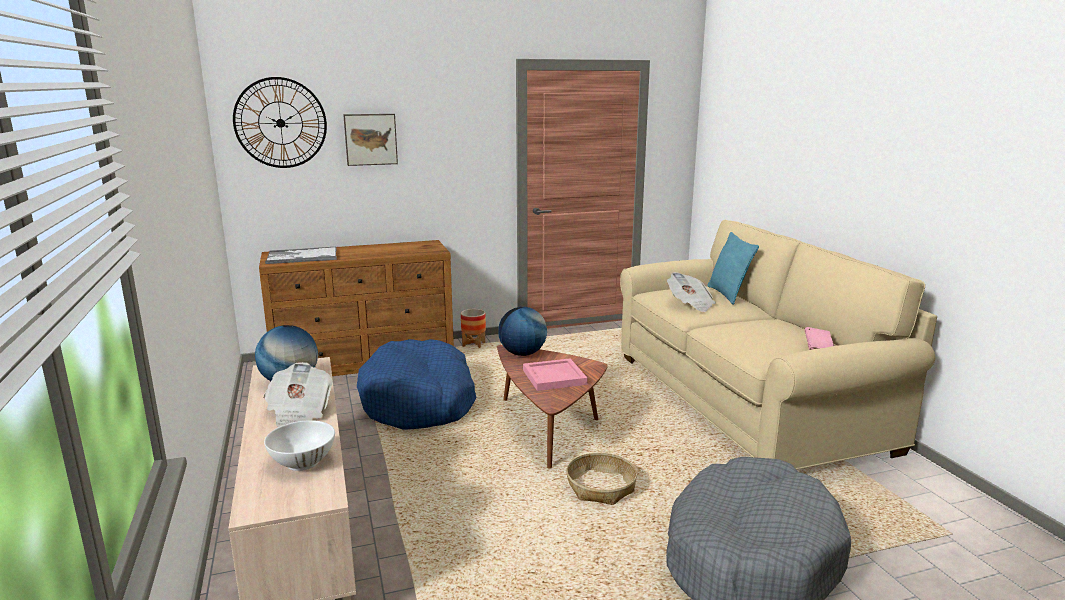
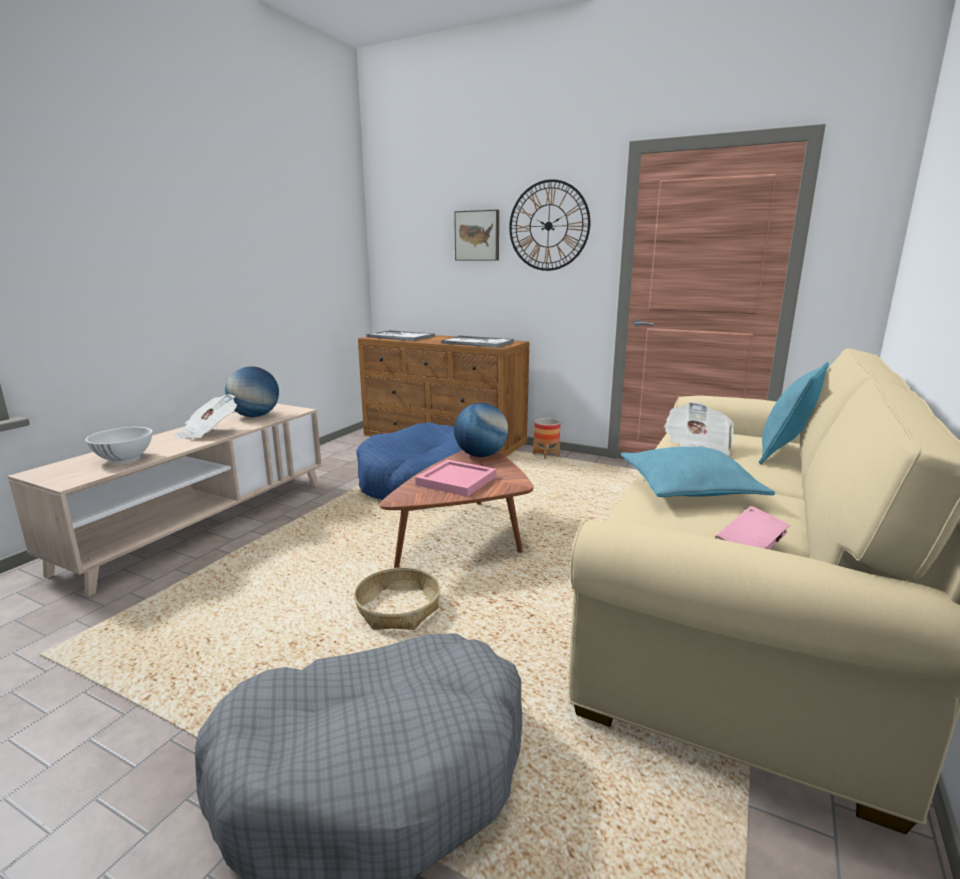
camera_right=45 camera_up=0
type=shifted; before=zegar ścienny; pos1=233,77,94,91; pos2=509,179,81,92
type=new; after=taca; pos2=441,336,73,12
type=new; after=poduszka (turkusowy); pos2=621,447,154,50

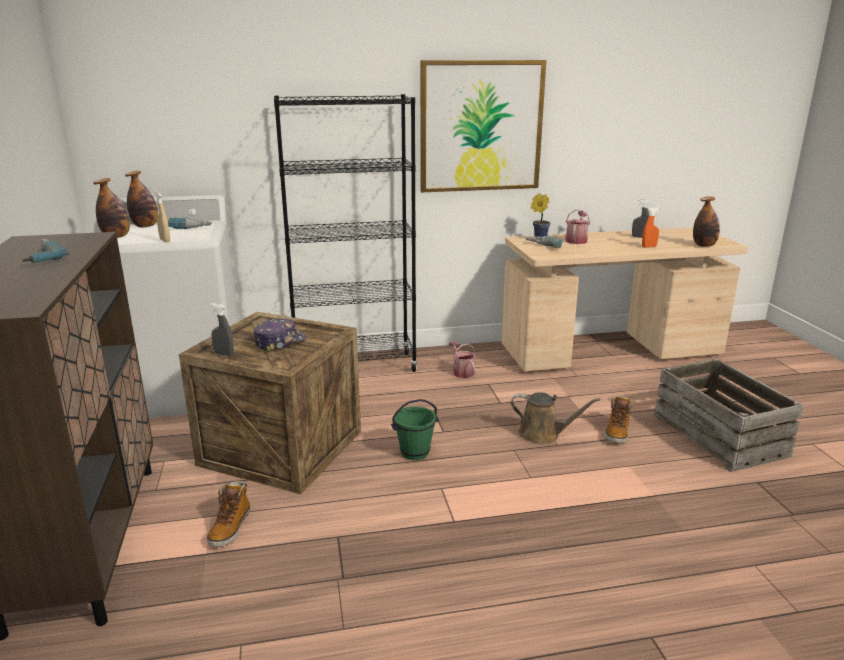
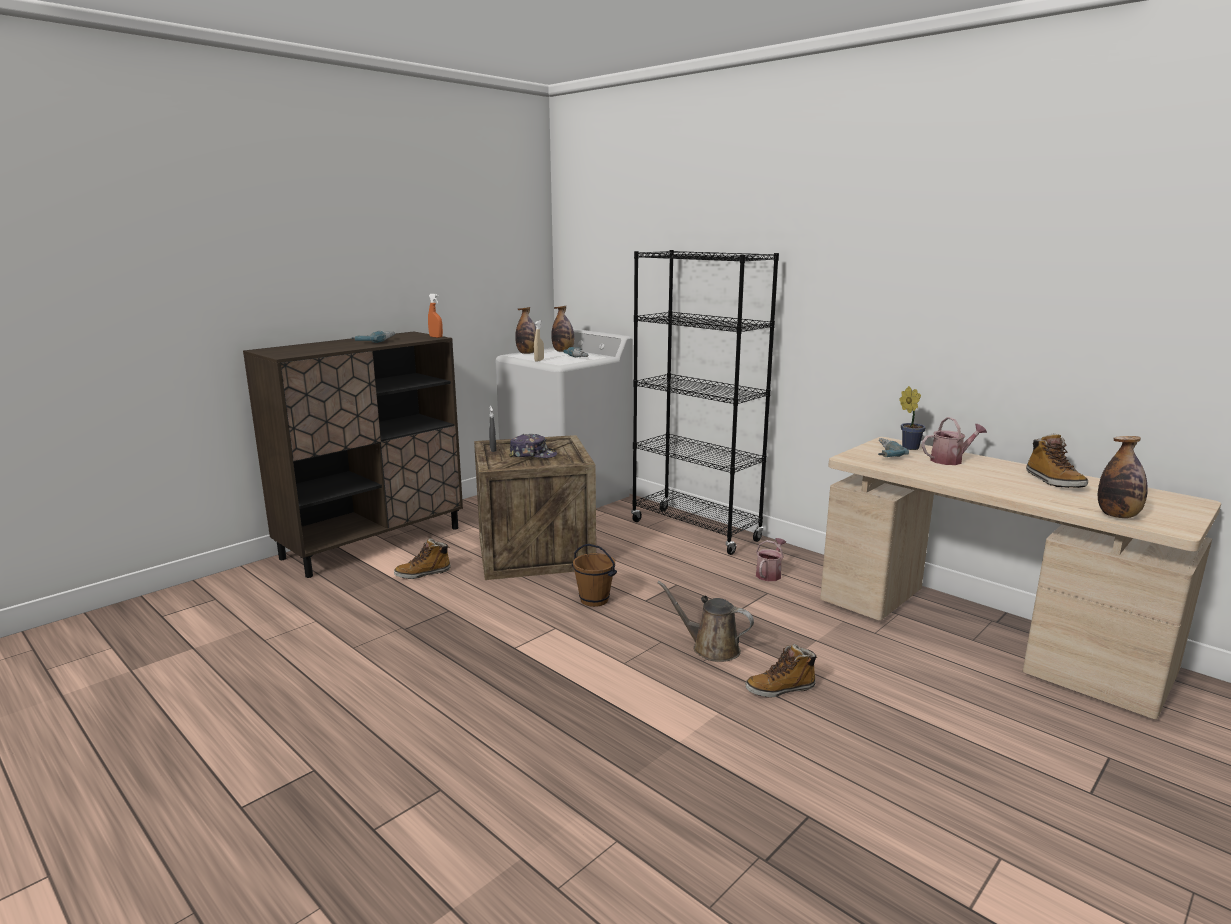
camera_right=55 camera_up=-5
type=gone; before=obraz; pos1=420,60,127,132
type=swapped; before=spryskiwacz (szary); after=but z cholewką; pos1=632,199,18,39; pos2=1026,433,62,55
type=shifted; before=spryskiwacz (pomarańczowy); pos1=642,207,18,41; pos2=428,294,15,44
type=gone; before=skrzynka; pos1=654,359,150,113
type=rotated; before=konewka (brązowy); pos1=511,392,90,53; pos2=657,581,97,81; turn=135
type=repainted; before=wiadro (zielony); after=wiadro (brązowy); pos1=391,399,48,61; pos2=572,544,45,63

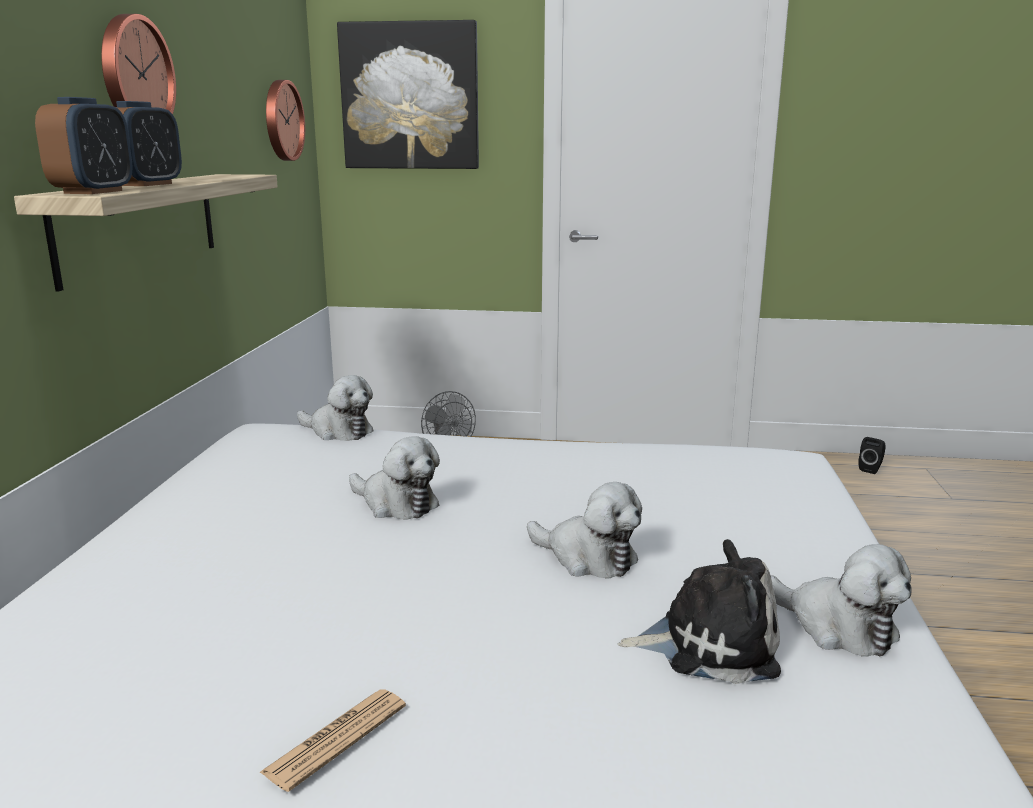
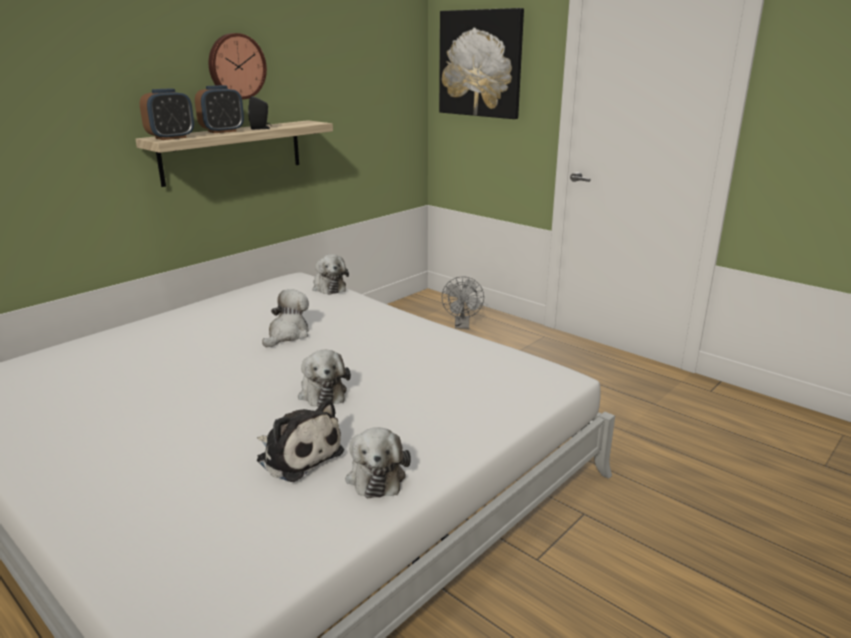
camera_right=35 camera_up=5
type=gone; before=zegar ścienny; pos1=266,80,39,81
type=rotated; before=pluszak; pos1=349,436,91,84; pos2=262,289,47,59; turn=-135
type=shifted; before=głośnik (czarny); pos1=858,437,28,37; pos2=248,96,24,34
type=gone; before=gazeta; pos1=259,689,147,103

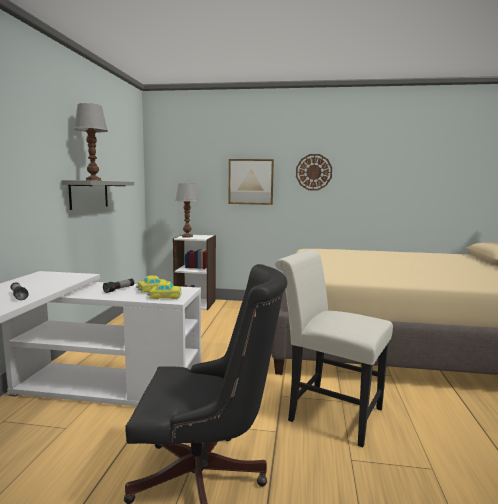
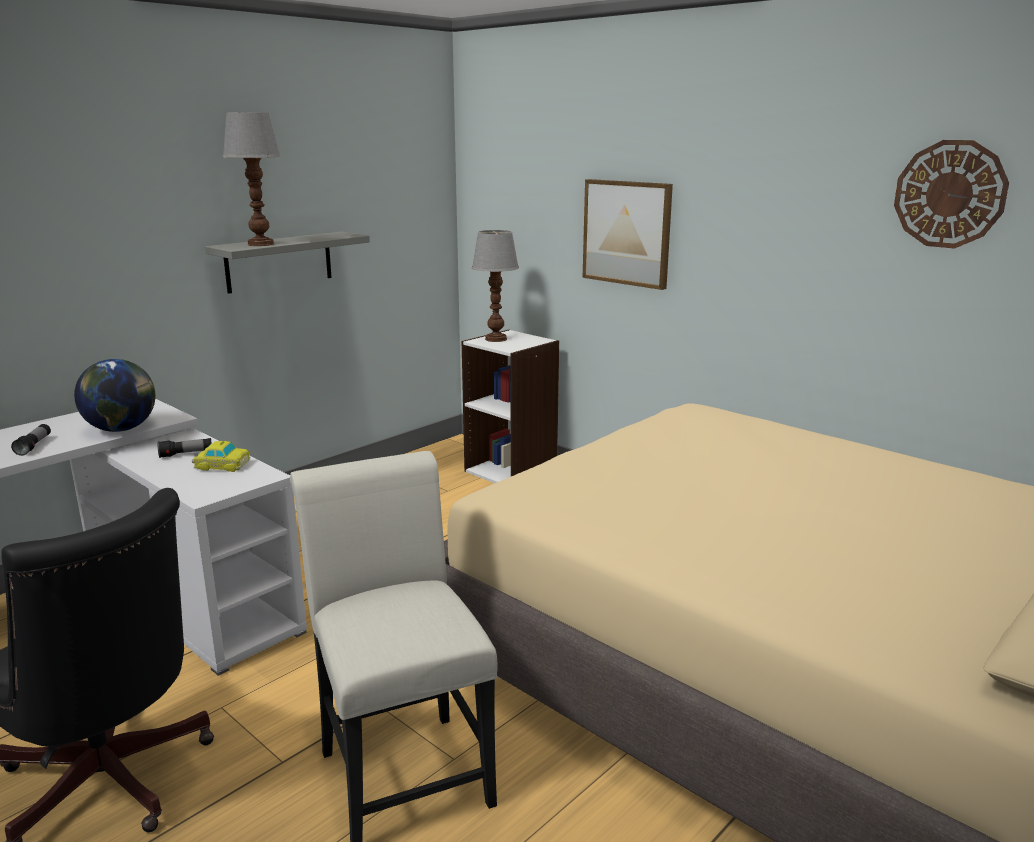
camera_right=35 camera_up=10
type=shifted; before=zegar ścienny; pos1=296,154,36,36; pos2=894,140,115,109
type=gone; before=samochodzik; pos1=147,281,35,18
type=new; after=globus; pos2=74,359,81,73

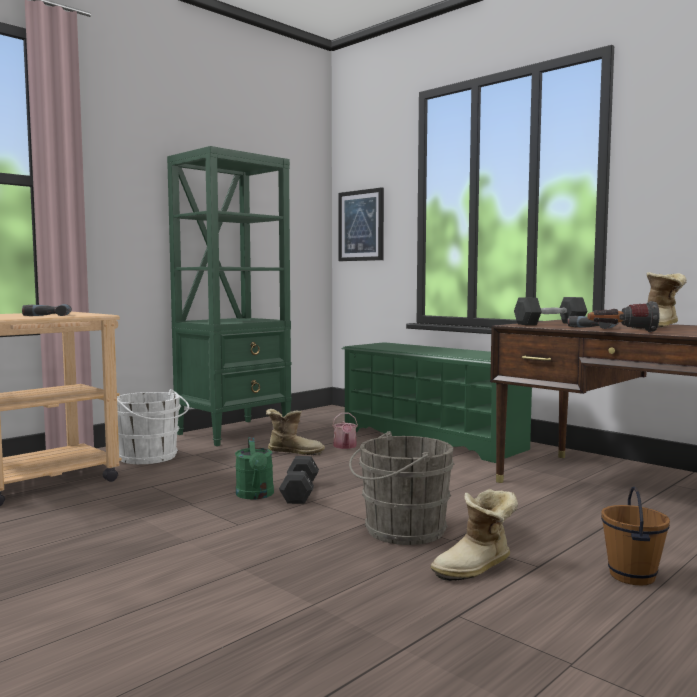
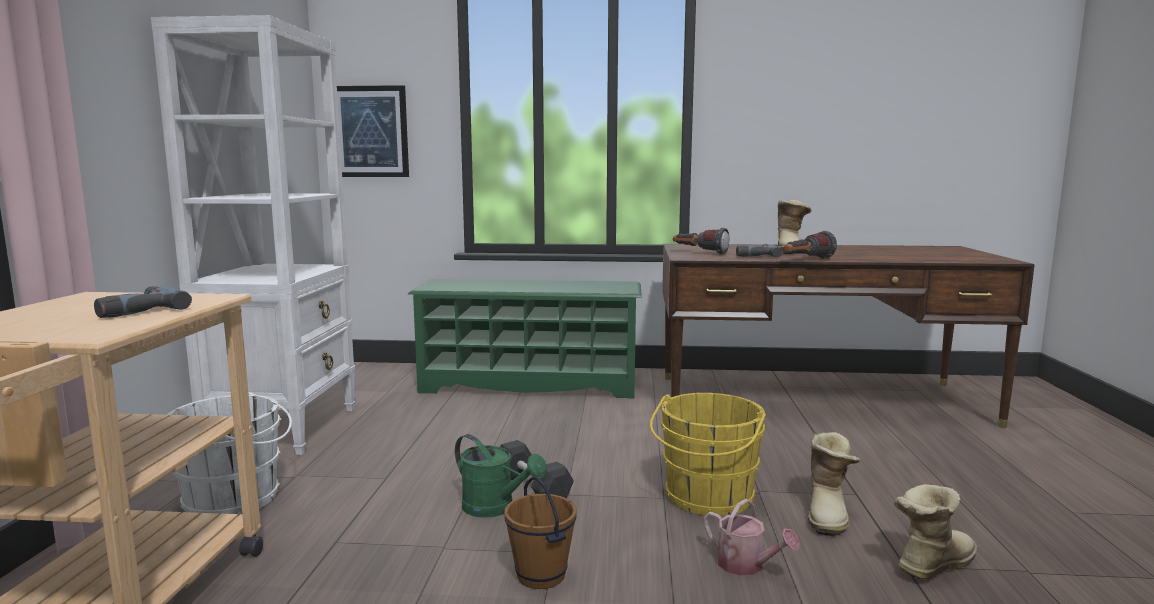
camera_right=-40 camera_up=5
type=repainted; before=regał (zielony); after=regał (biały); pos1=167,146,125,300; pos2=151,15,204,440
type=swapped; before=hantel (czarny); after=latarka; pos1=514,297,73,28; pos2=673,228,56,27
type=shifted; before=but z cholewką; pos1=266,409,59,46; pos2=894,484,83,95
type=shifted; before=konewka; pos1=332,413,26,36; pos2=703,499,97,77
type=repainted; before=wiadro (szary); after=wiadro (żółty); pos1=349,431,106,114; pos2=650,393,116,123
type=shifted; before=wiadro (brązowy); pos1=601,486,69,99; pos2=504,476,73,113

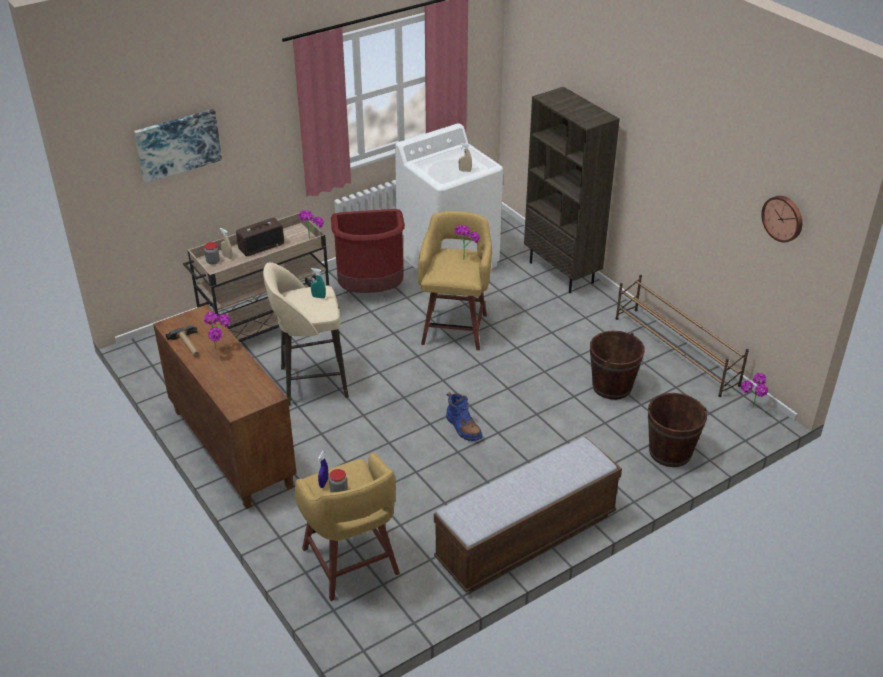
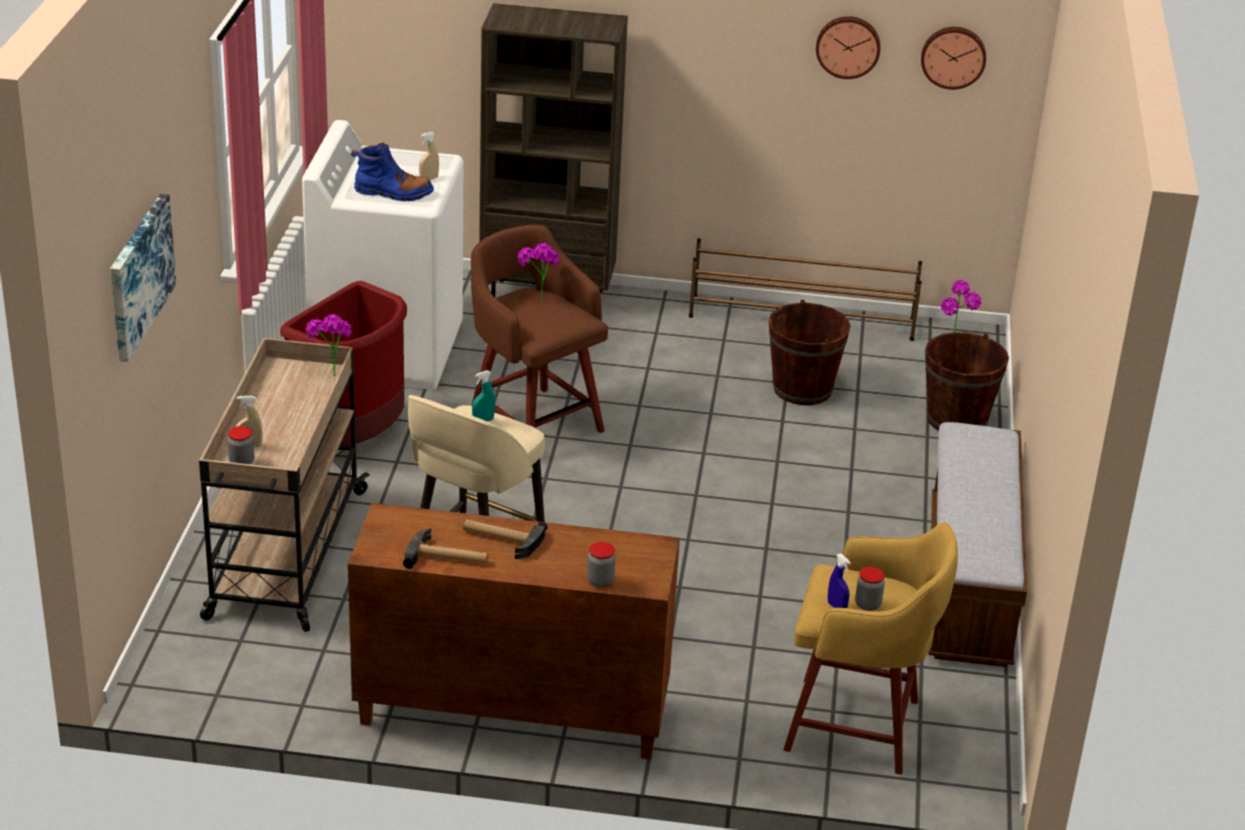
camera_right=-50 camera_up=-5
type=repainted; before=stołek (żółty); after=stołek (brązowy); pos1=418,211,74,139; pos2=471,225,137,208
type=gone; before=radio; pos1=236,218,48,39
type=swapped; before=roślina doniczkowa; after=młotek; pos1=204,312,27,38; pos2=463,520,84,39
type=shifted; before=but z cholewką (niebieski); pos1=446,392,37,49; pos2=351,142,83,59
type=new; after=zegar ścienny; pos2=816,16,65,63
type=new; after=słoik; pos2=587,542,29,45

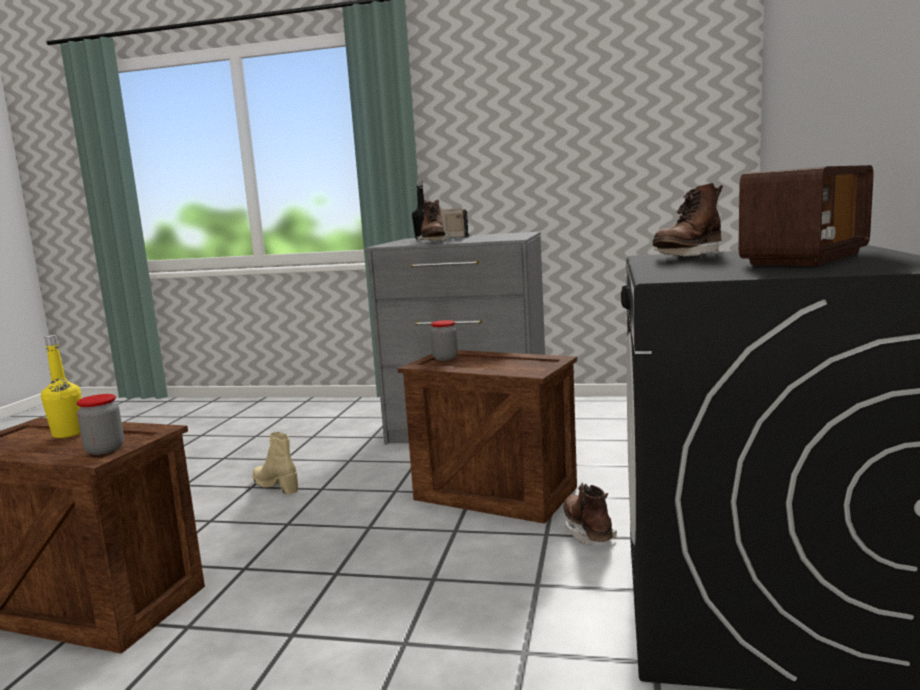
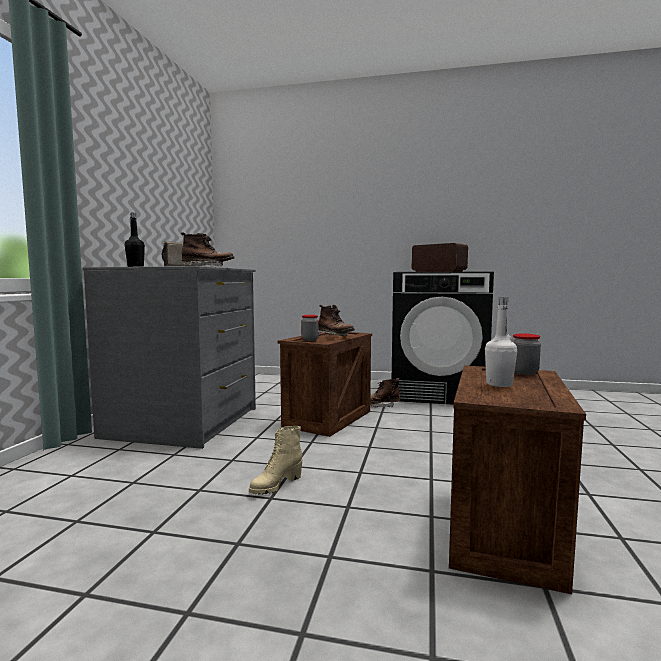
camera_right=-90 camera_up=-5
type=shifted; before=but z cholewką (brązowy); pos1=653,183,70,74; pos2=319,305,36,31
type=repainted; before=butelka (żółty); after=butelka (biały); pos1=41,335,41,103; pos2=485,297,32,90

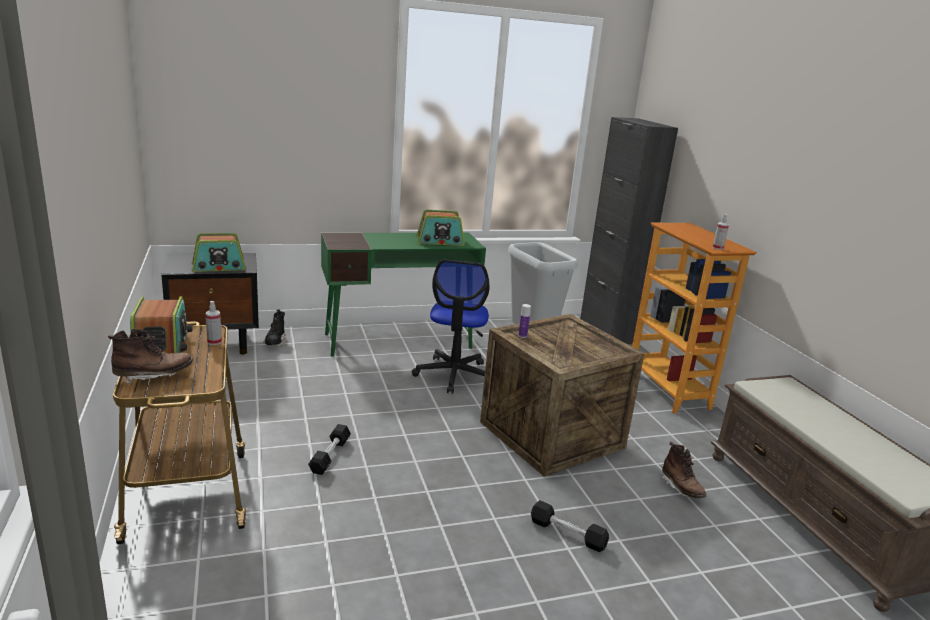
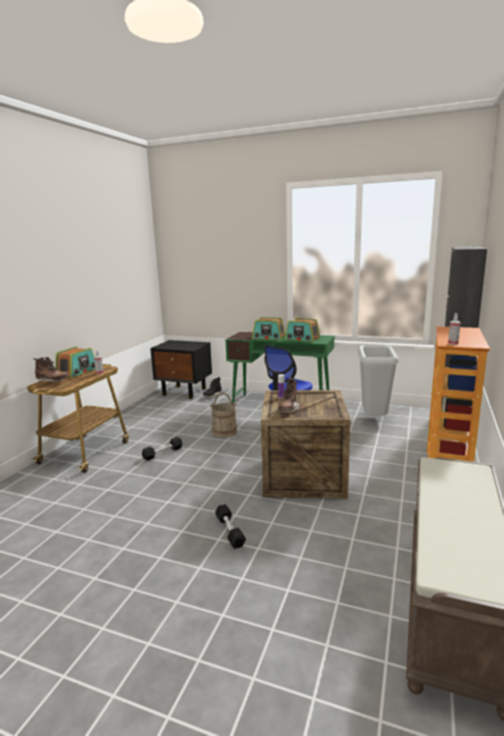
camera_right=40 camera_up=-5
type=shifted; before=radio; pos1=192,233,54,39; pos2=252,317,34,23
type=shifted; before=but z cholewką (brązowy); pos1=661,442,45,56; pos2=277,378,22,35
type=new; after=wiadro (beżowy); pos2=210,393,27,45

